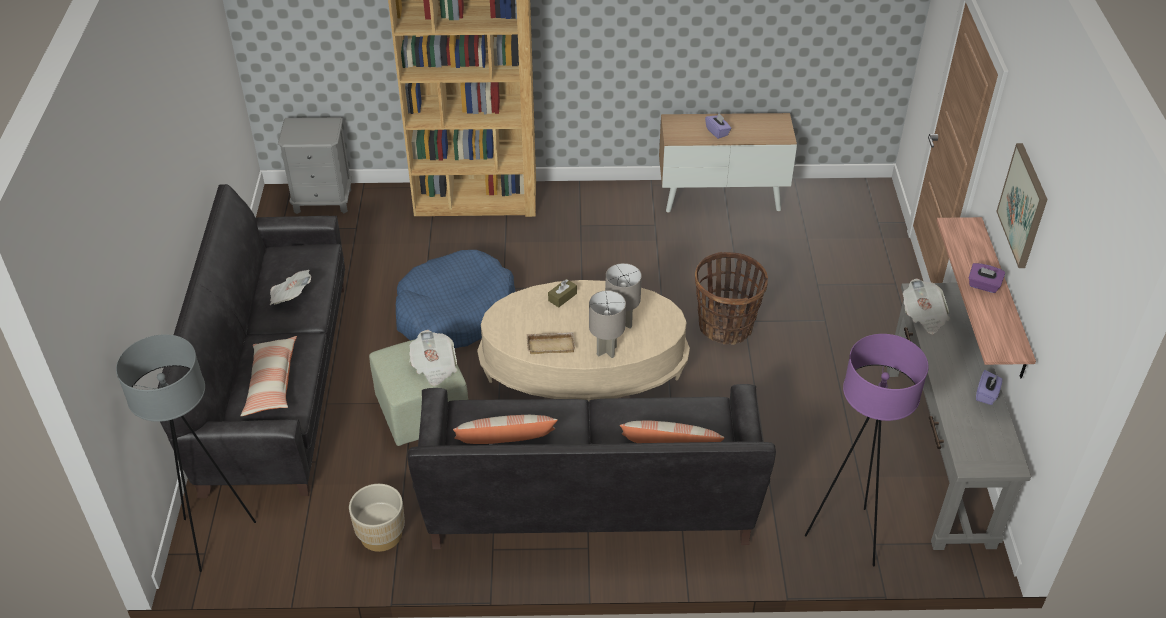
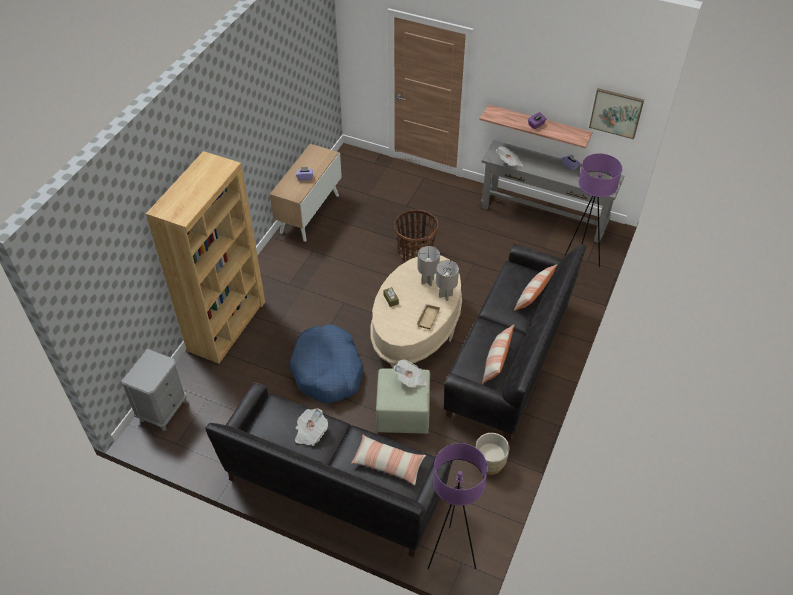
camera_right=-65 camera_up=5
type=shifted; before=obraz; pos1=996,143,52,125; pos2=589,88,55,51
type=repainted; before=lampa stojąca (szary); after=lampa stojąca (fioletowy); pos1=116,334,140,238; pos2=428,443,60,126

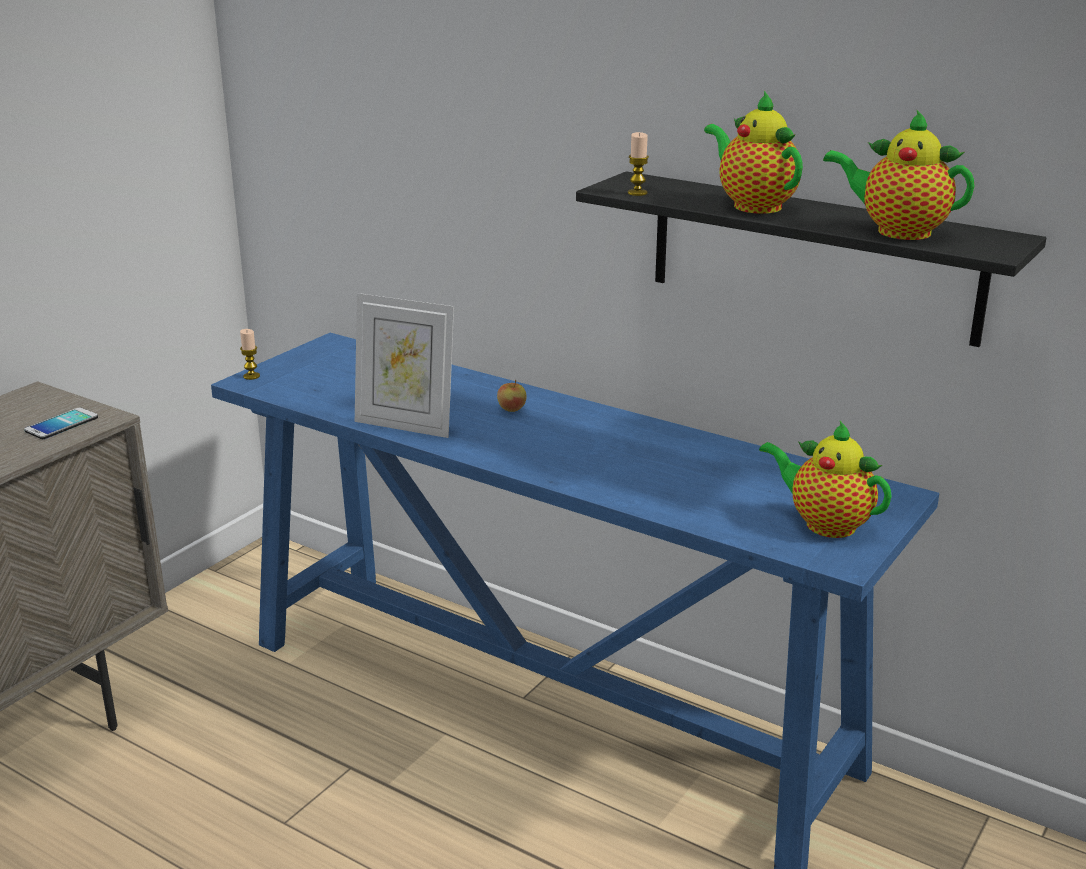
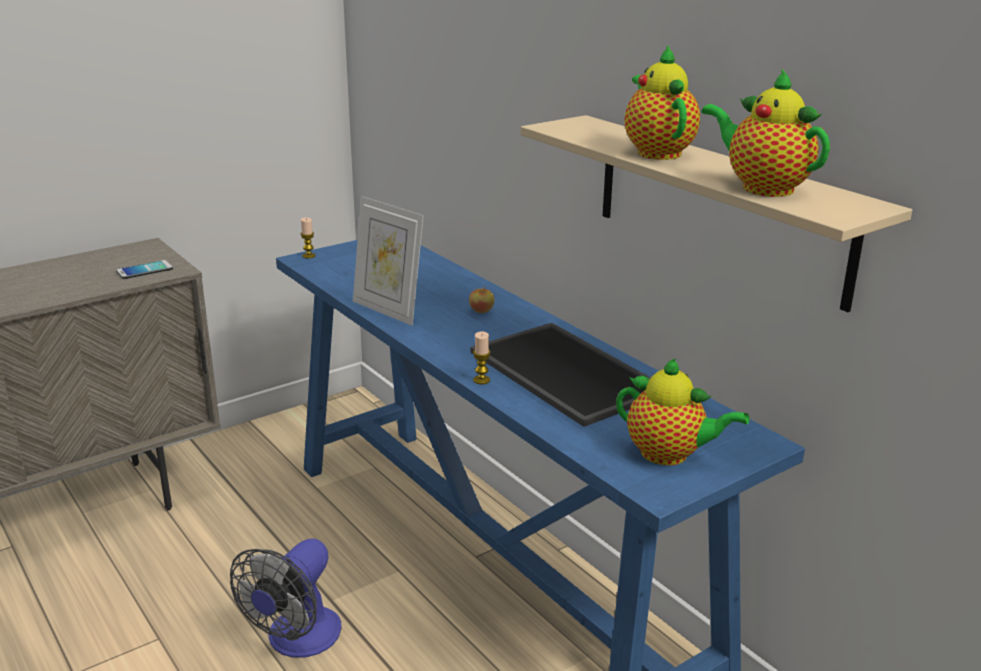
camera_right=20 camera_up=0
type=shifted; before=świeca; pos1=628,132,21,64; pos2=473,331,18,53
type=repainted; before=półka (czarny); after=półka (beżowy); pos1=576,172,470,175; pos2=521,115,391,197
type=rotated; before=imbryk; pos1=759,421,133,117; pos2=616,358,134,107; turn=150
type=new; after=taca; pos2=470,323,181,104
type=new; after=wentylator; pos2=230,538,111,120

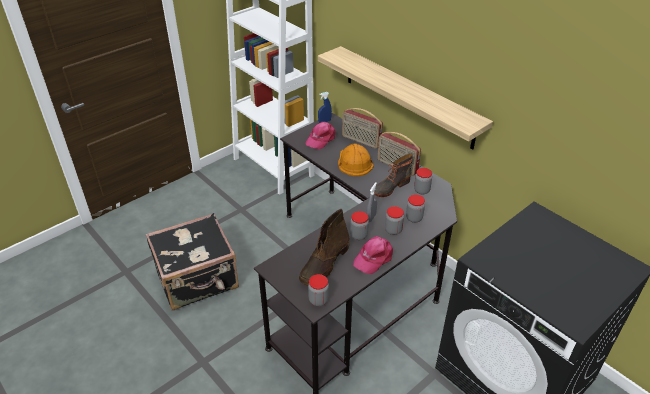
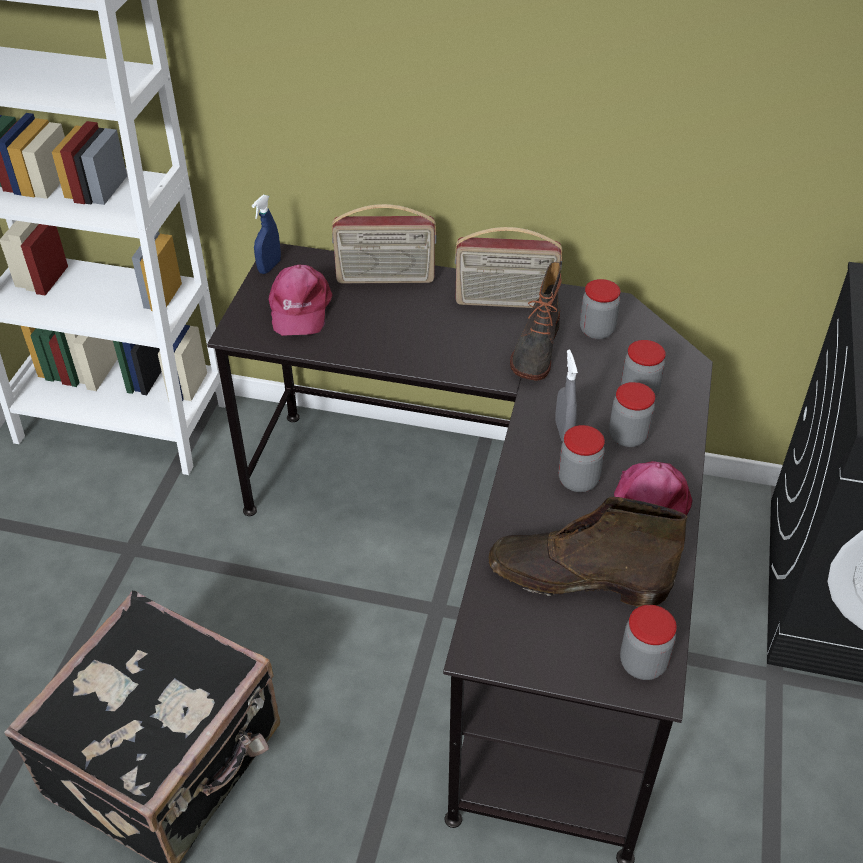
camera_right=-35 camera_up=5
type=gone; before=półka; pos1=318,46,175,103
type=gone; before=kask (pomarańczowy); pos1=338,144,36,32
type=rotated; before=but z cholewką (brązowy); pos1=299,209,51,77; pos2=489,497,198,110; turn=105

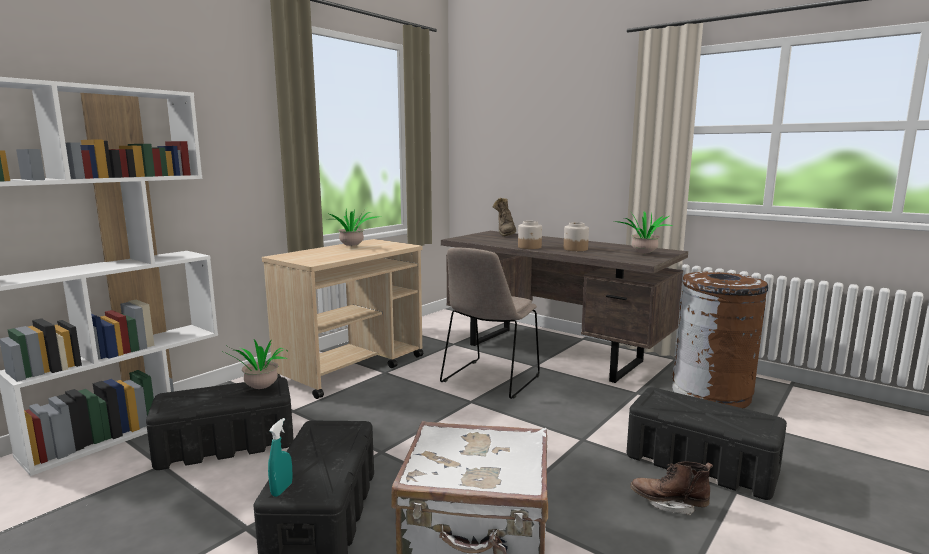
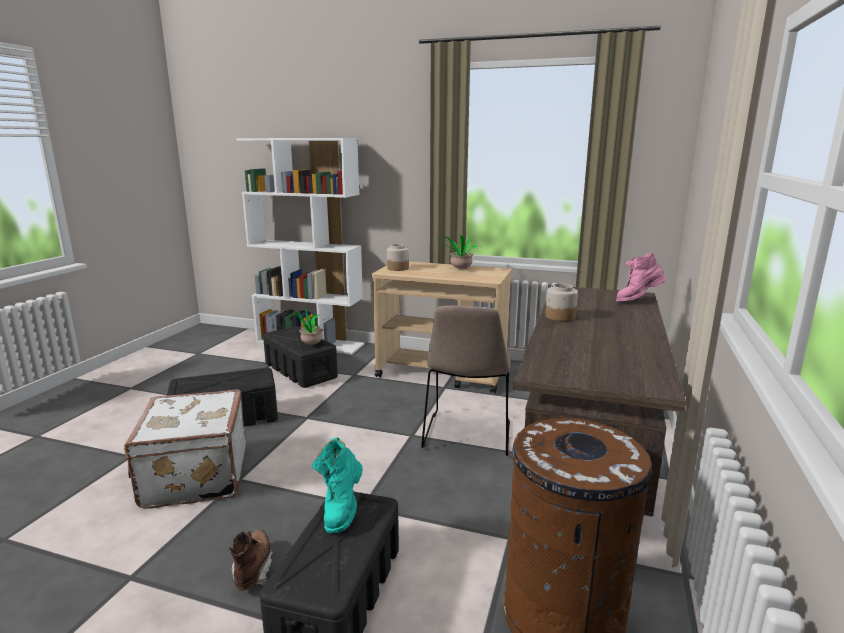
camera_right=70 camera_up=5
type=repainted; before=but z cholewką (brązowy); after=but z cholewką (różowy); pos1=493,198,23,39; pos2=616,252,51,49
type=gone; before=roślina doniczkowa; pos1=614,210,59,44
type=shifted; before=słoik; pos1=564,222,25,29; pos2=387,244,22,27
type=rotated; before=krzesło (beżowy); pos1=440,248,100,151; pos2=421,306,89,150; turn=-90
type=gone; before=spryskiwacz (turkusowy); pos1=268,418,25,79
type=new; after=but z cholewką (turkusowy); pos2=312,437,51,96

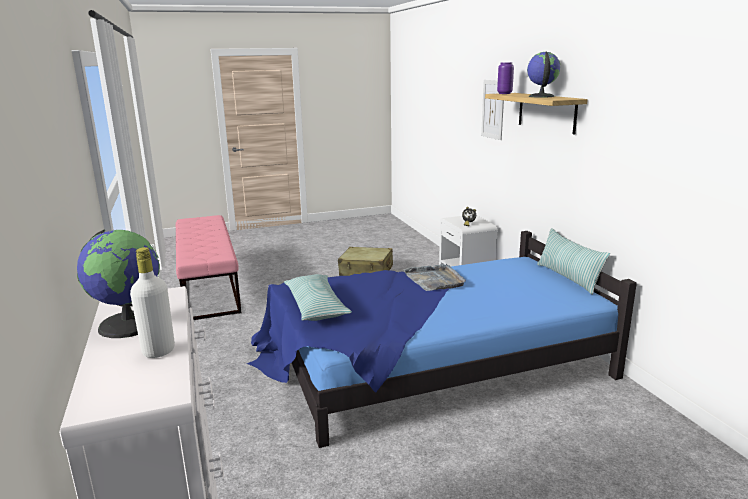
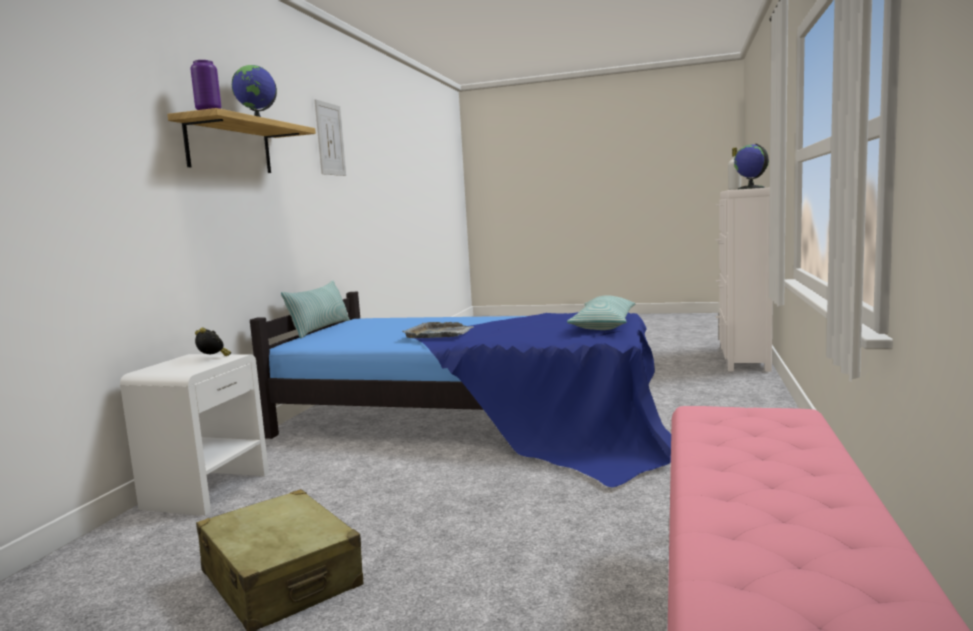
camera_right=-145 camera_up=-10
type=shifted; before=obraz; pos1=481,80,23,60; pos2=314,99,32,77

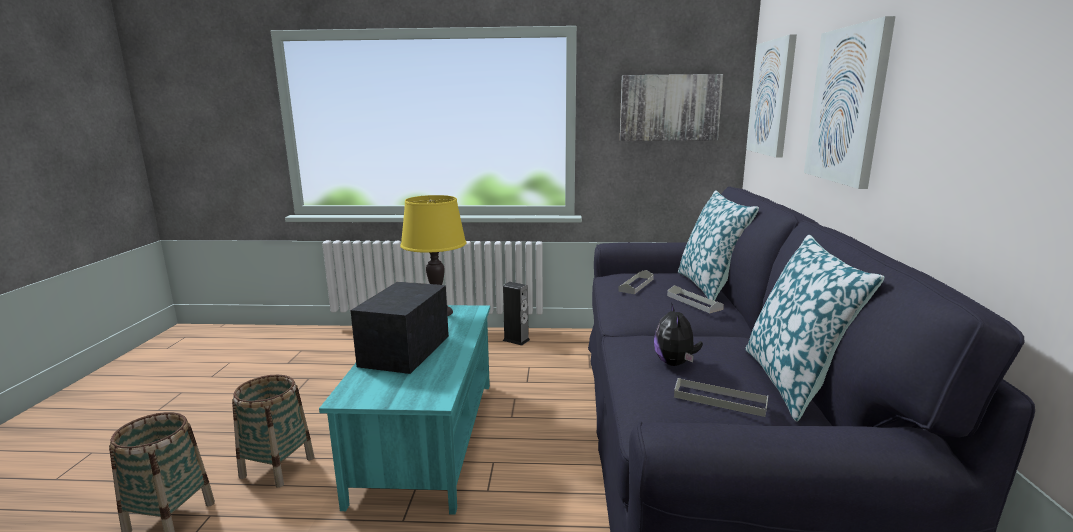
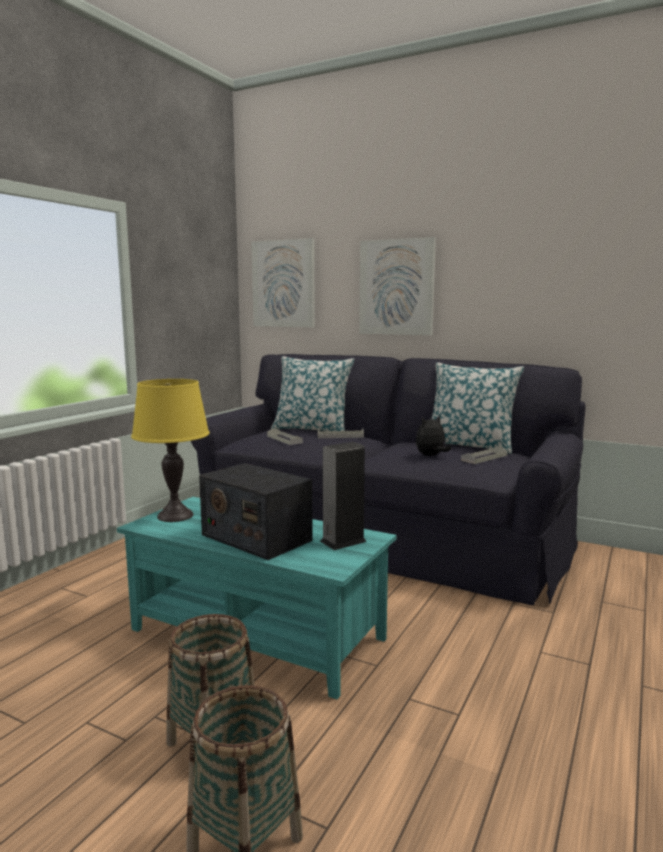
camera_right=-65 camera_up=-5
type=gone; before=obraz; pos1=620,74,103,67
type=shifted; before=głośnik; pos1=503,282,27,64; pos2=320,442,47,108
type=rotated; before=pluszak; pos1=654,303,49,63; pos2=416,415,35,41; turn=120

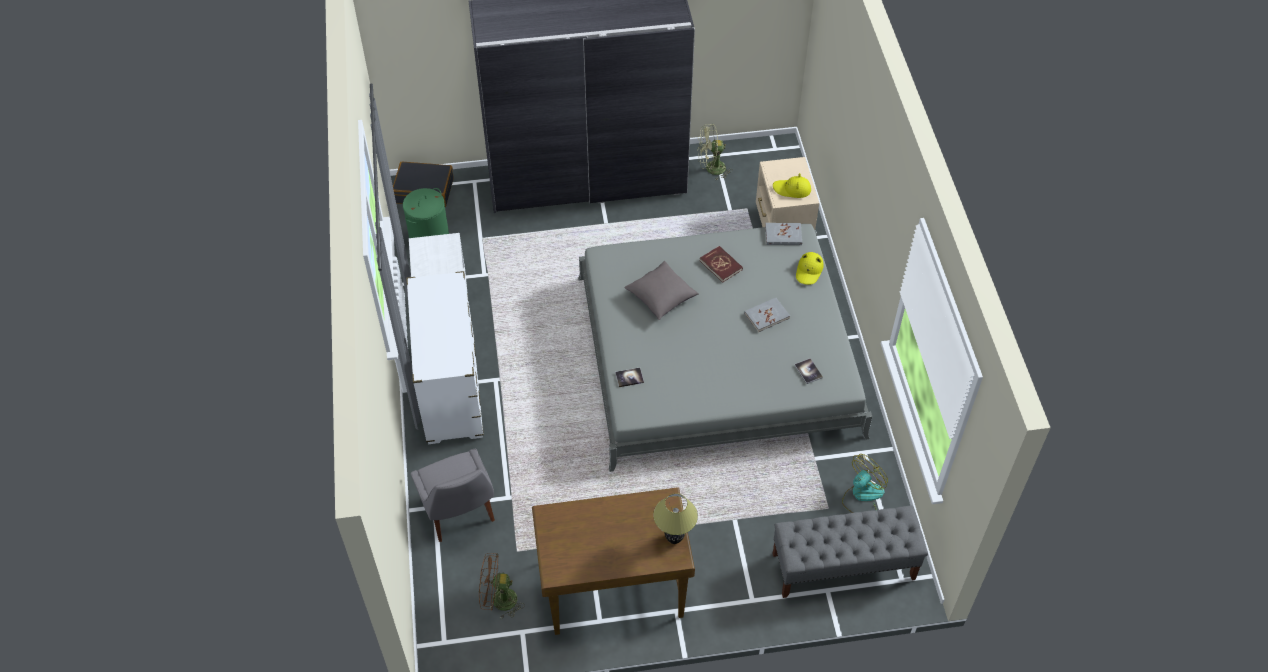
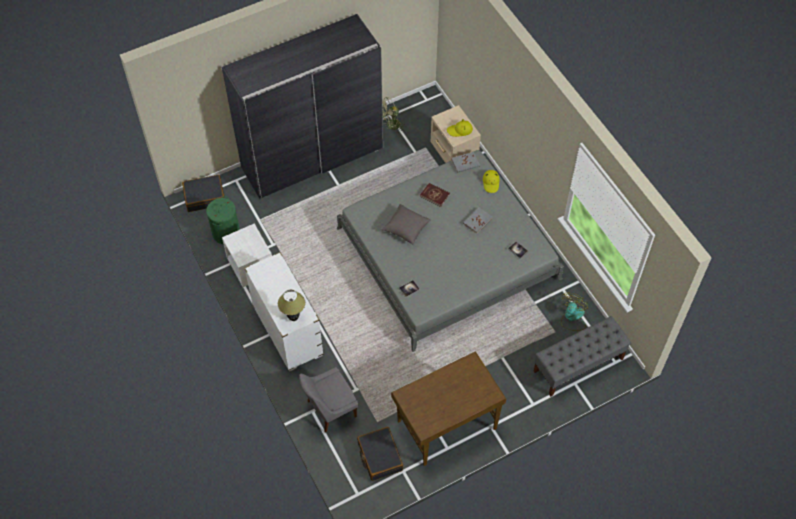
camera_right=-20 camera_up=5
type=rotated; before=krzesło (szary); pos1=411,449,84,93; pos2=299,367,59,65; turn=105
type=shifted; before=lampa stołowa; pos1=653,493,45,51; pos2=278,290,27,31
type=swapped; before=wentylator (brązowy); after=walizka (czarny); pos1=479,553,46,66; pos2=357,427,46,54

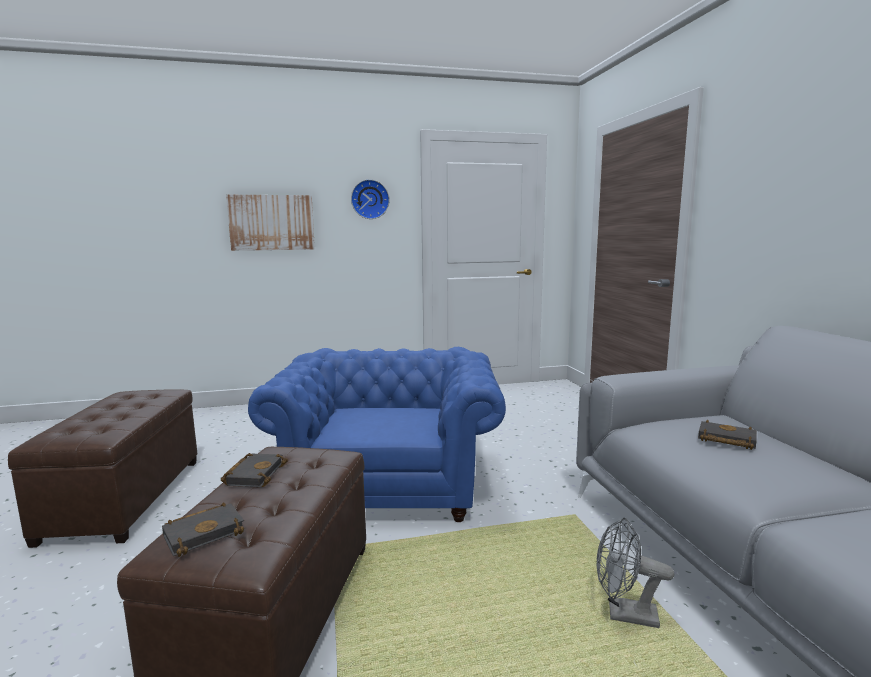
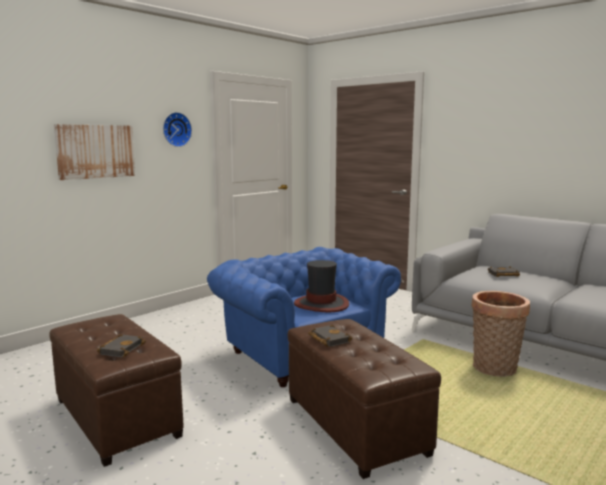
camera_right=-35 camera_up=0
type=shifted; before=książka (czarny); pos1=162,502,83,55; pos2=97,334,49,23
type=swapped; before=wentylator (szary); after=koszyk; pos1=597,517,77,111; pos2=471,291,59,85
type=new; after=kapelusz; pos2=294,260,55,52

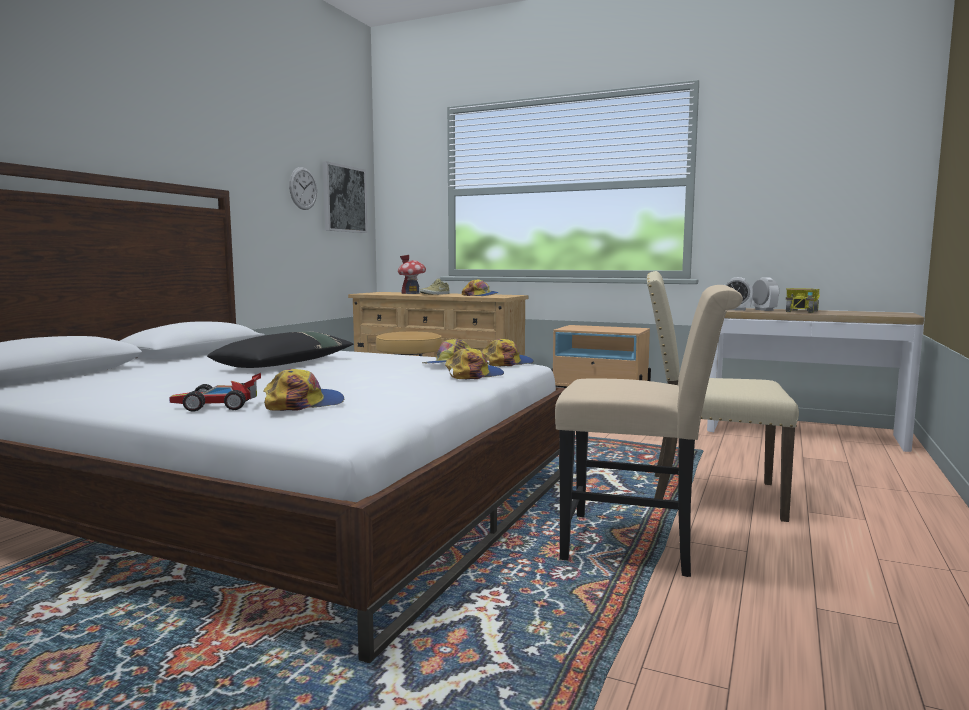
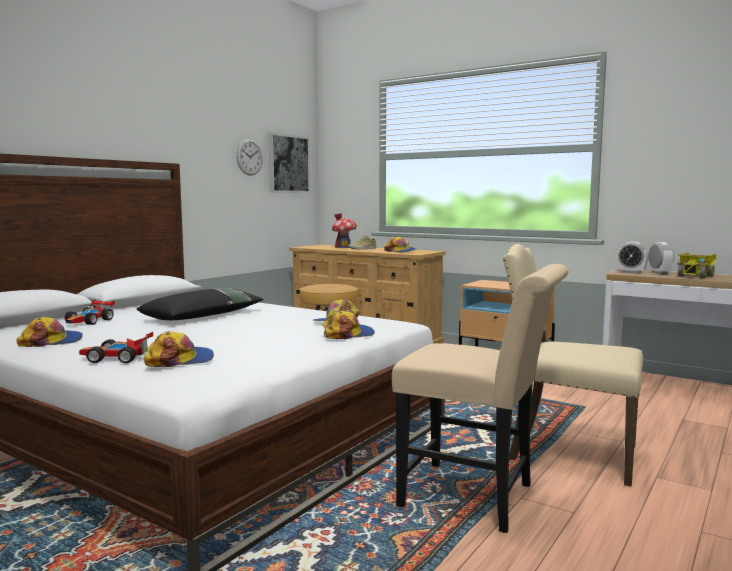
camera_right=10 camera_up=0
type=shifted; before=czapka z daszkiem; pos1=482,339,52,27; pos2=16,317,67,30
type=new; after=samochodzik; pos2=64,299,51,26

